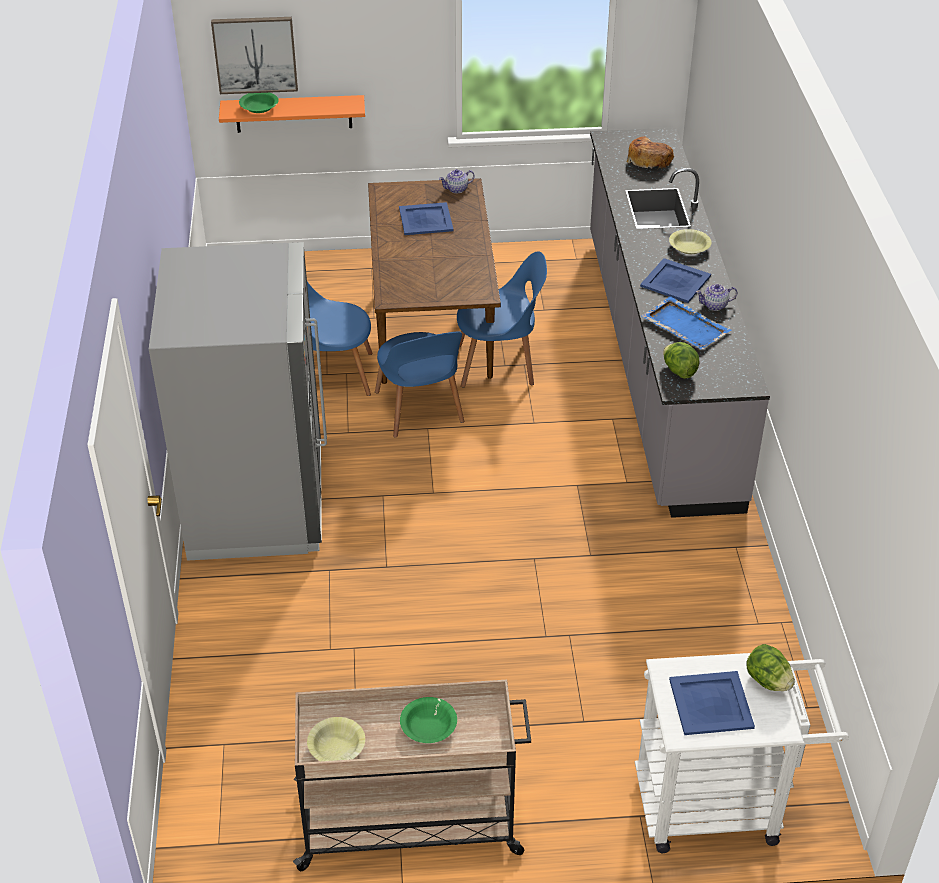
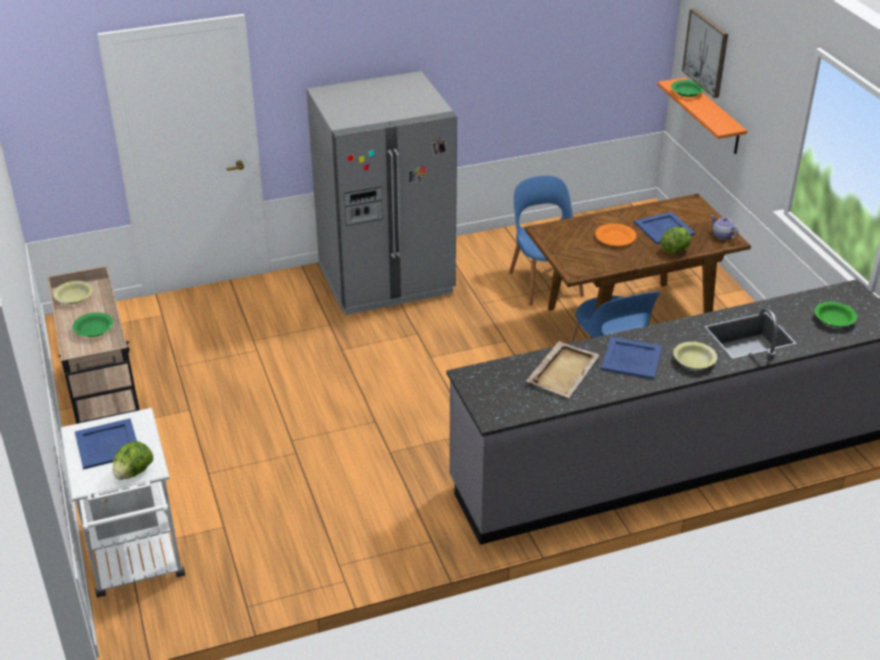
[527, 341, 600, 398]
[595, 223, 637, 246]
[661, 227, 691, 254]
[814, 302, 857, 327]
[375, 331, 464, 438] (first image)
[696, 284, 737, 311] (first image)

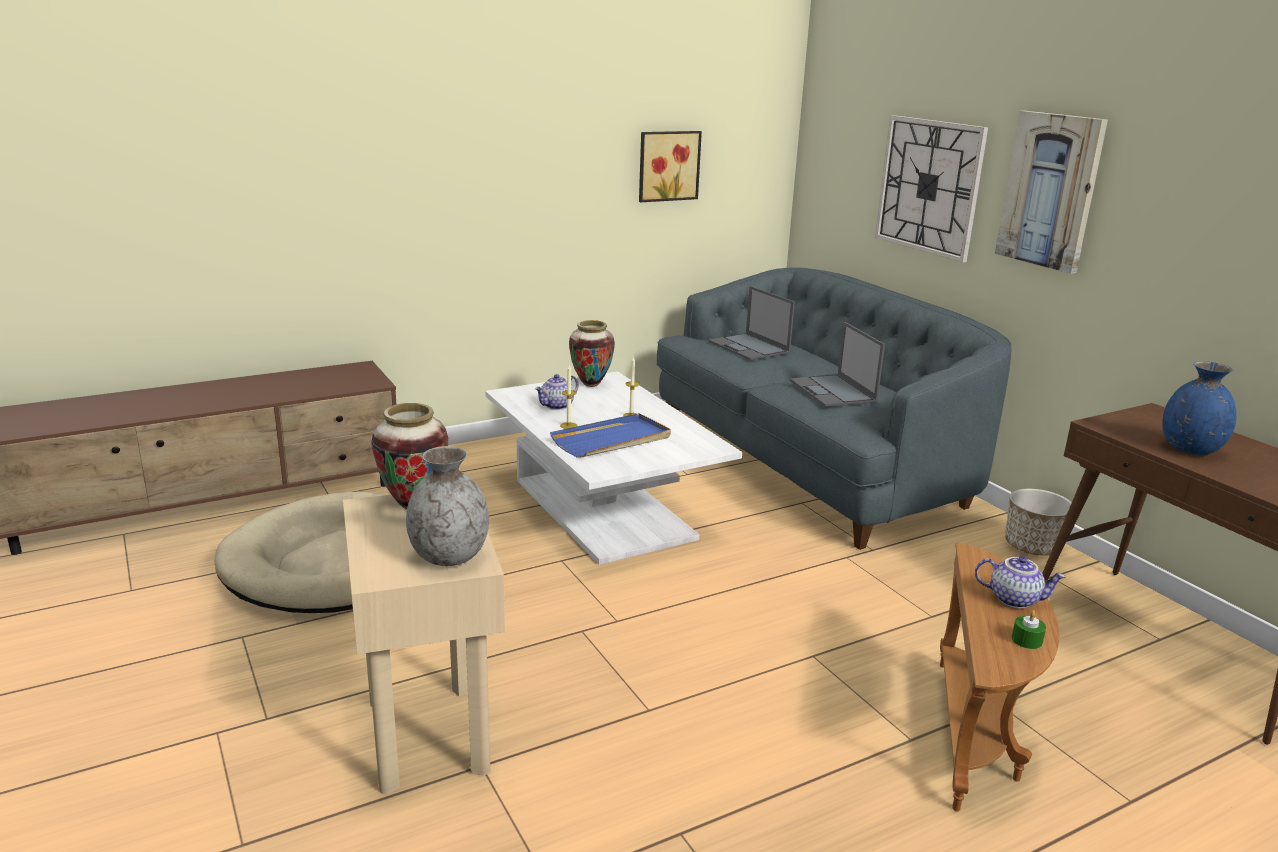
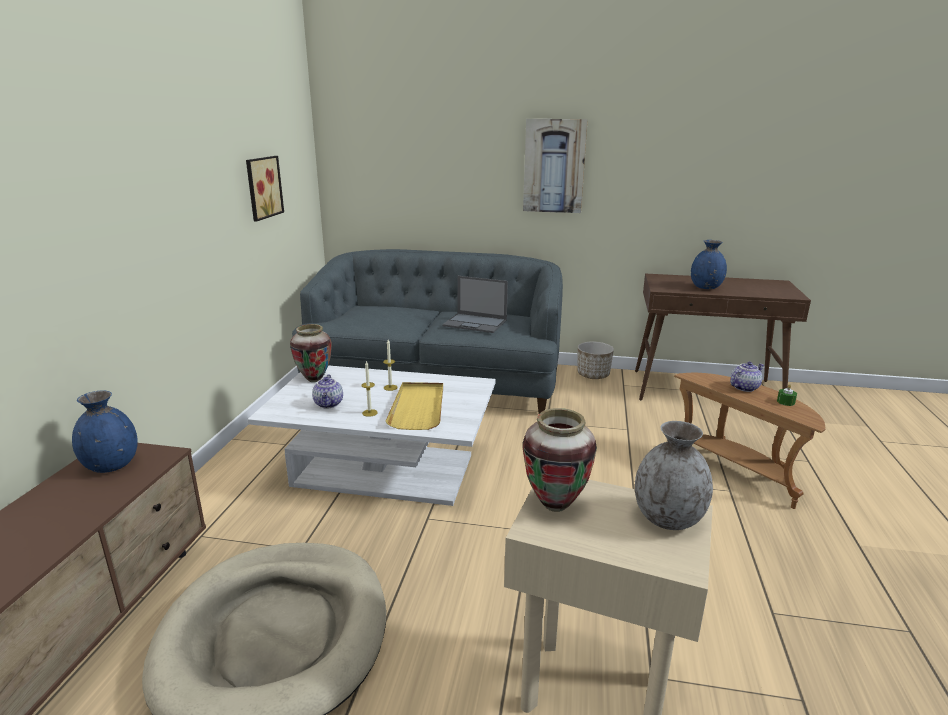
[72, 391, 138, 473]
[386, 382, 443, 430]
[708, 286, 795, 361] (first image)
[875, 115, 988, 262] (first image)

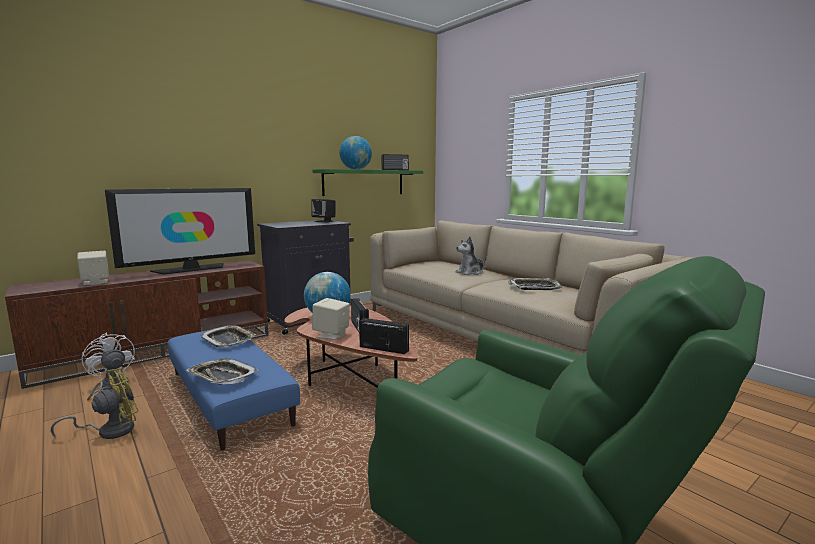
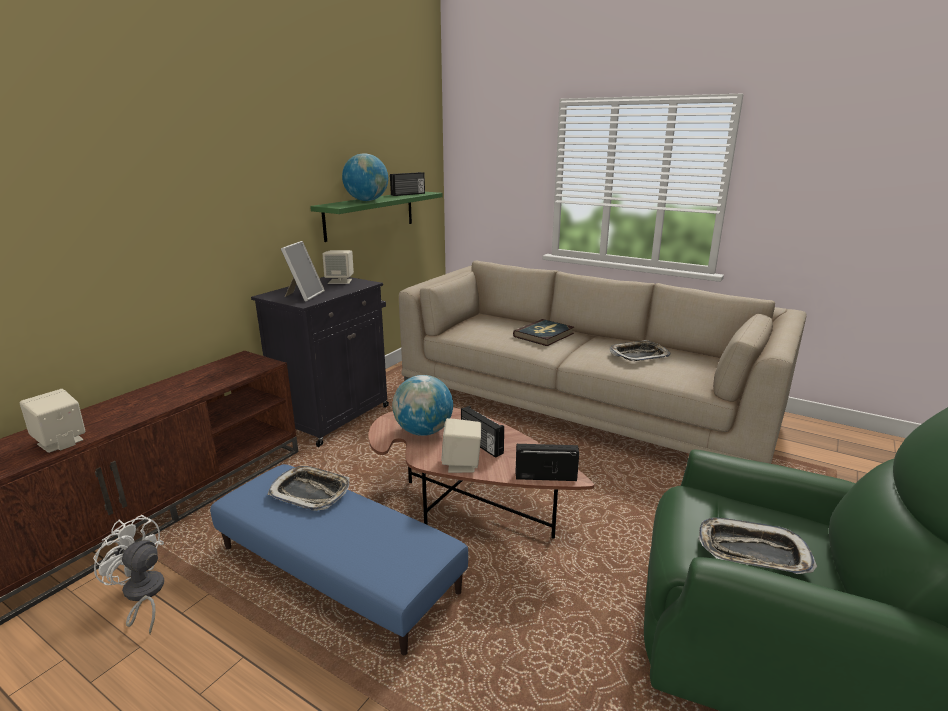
[281, 241, 325, 301]
[323, 250, 354, 284]
[513, 319, 574, 346]
[699, 517, 817, 574]
[51, 368, 139, 439] (first image)
[105, 188, 255, 274] (first image)

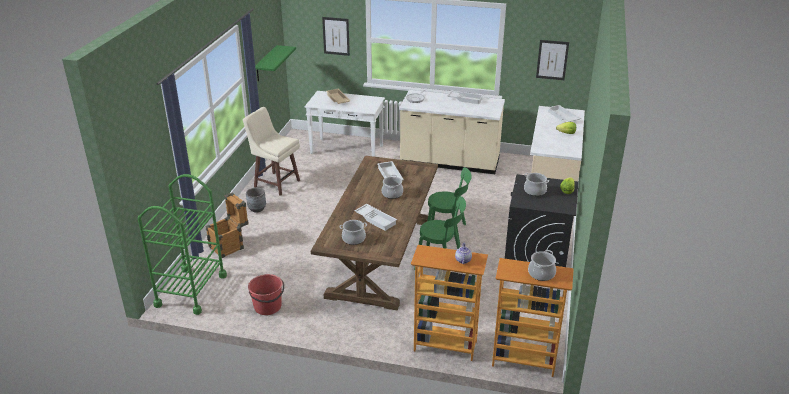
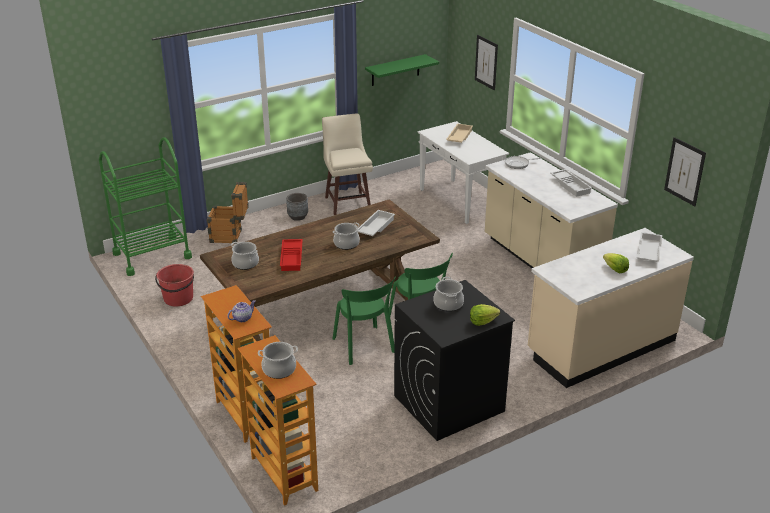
[280, 239, 303, 271]

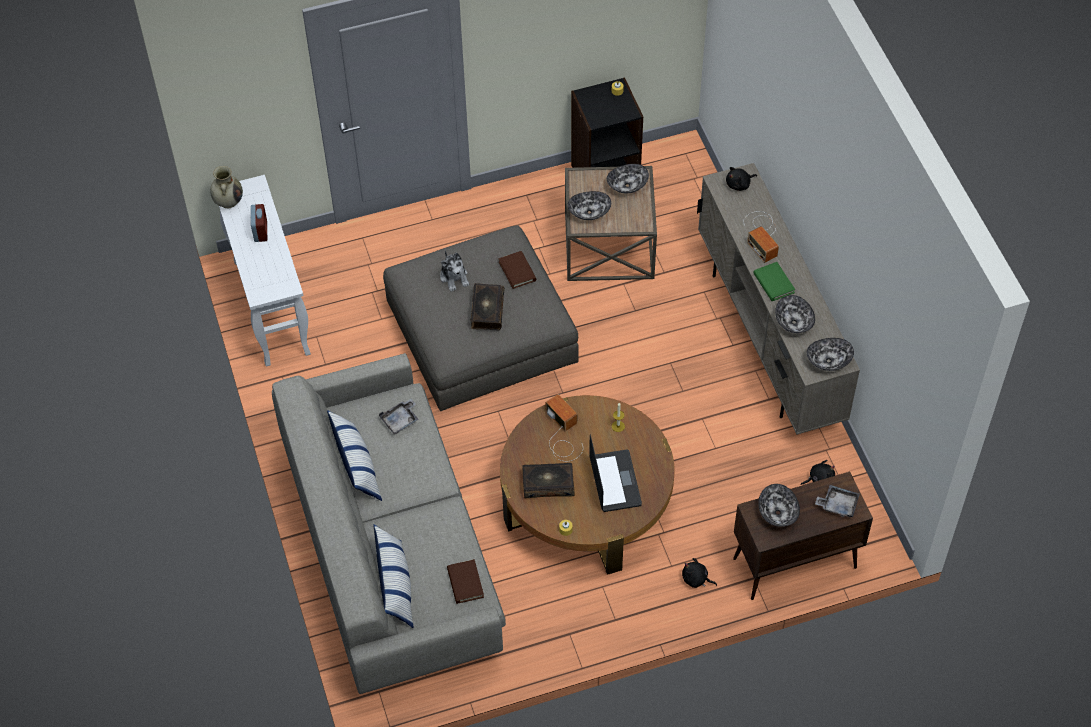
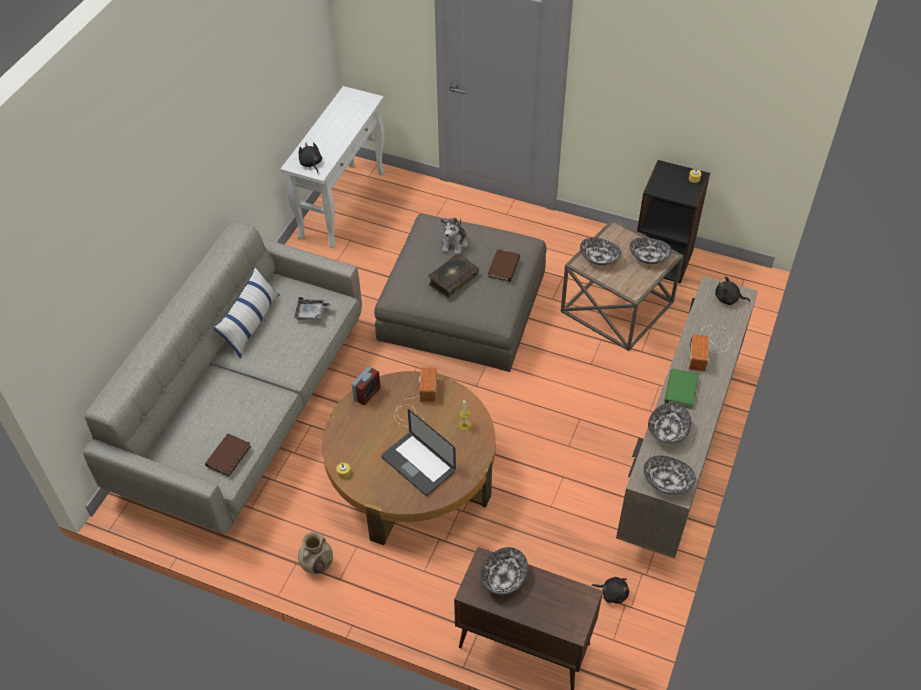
[298, 532, 333, 574]
[299, 142, 322, 173]
[352, 366, 381, 405]
[381, 409, 456, 496]
[373, 524, 414, 628] (first image)
[522, 463, 575, 498] (first image)
[815, 485, 860, 517] (first image)

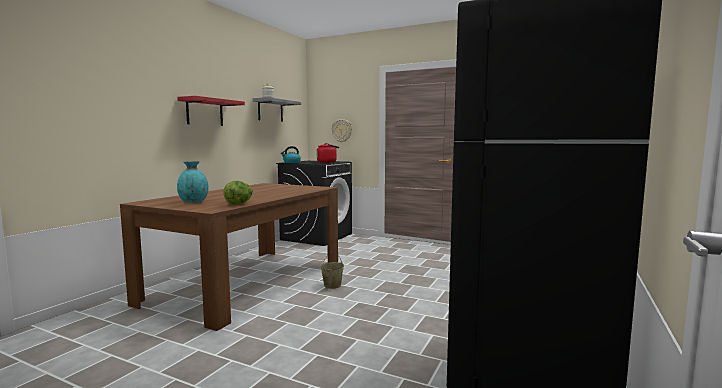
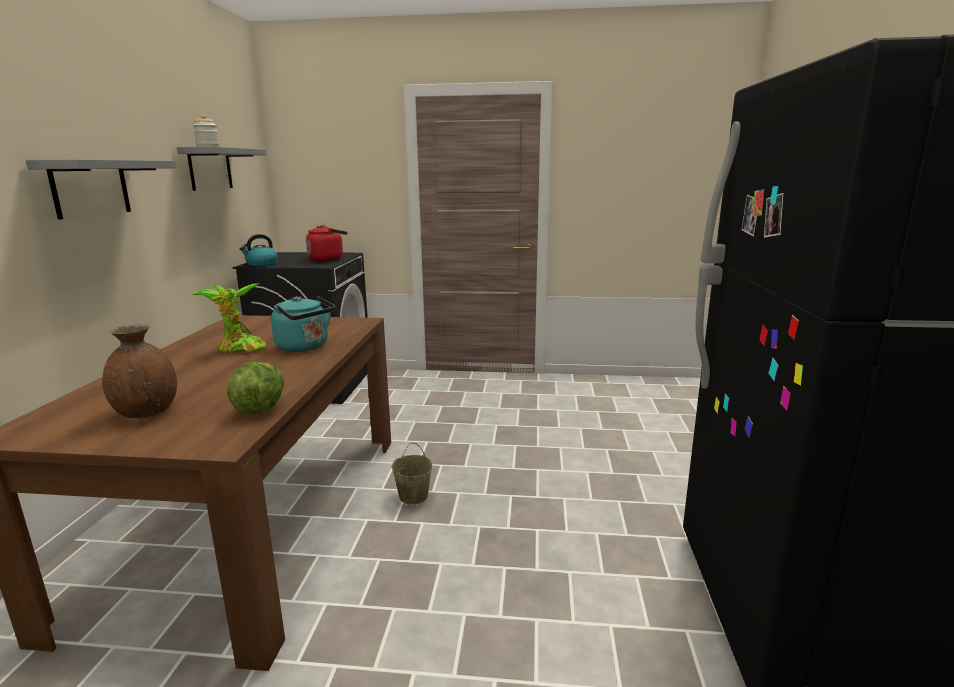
[26, 159, 176, 220]
[102, 324, 177, 418]
[192, 283, 266, 354]
[271, 296, 335, 352]
[332, 119, 352, 142] (first image)

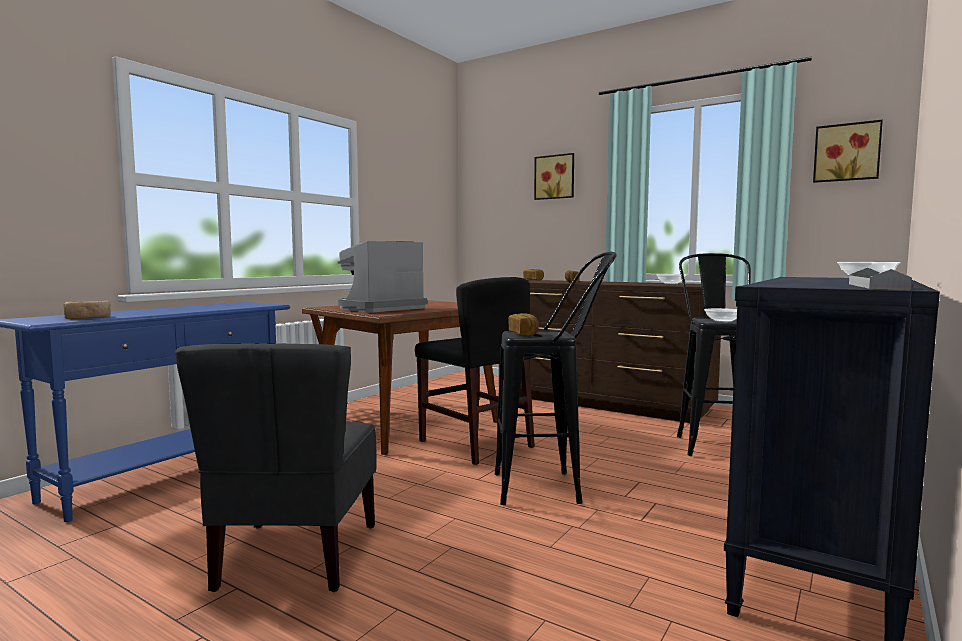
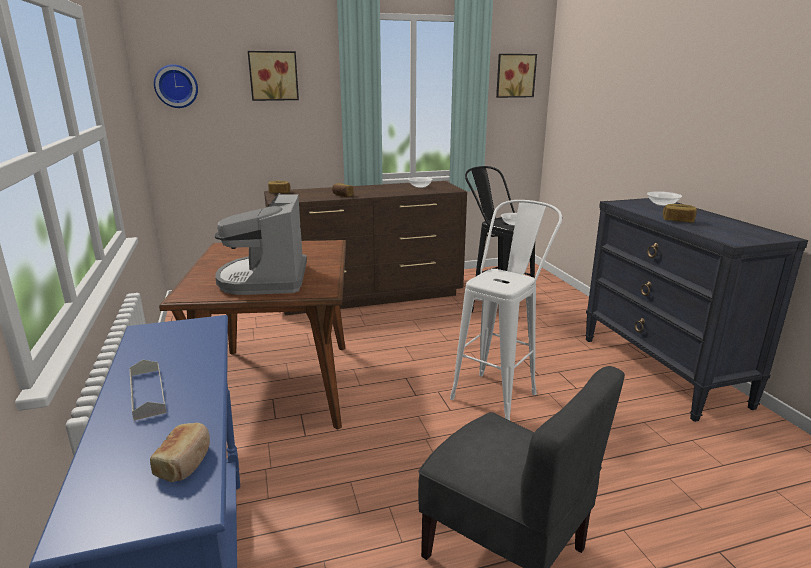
[129, 360, 166, 420]
[154, 64, 198, 108]
[450, 200, 562, 420]
[663, 204, 697, 223]
[415, 277, 535, 465] (first image)

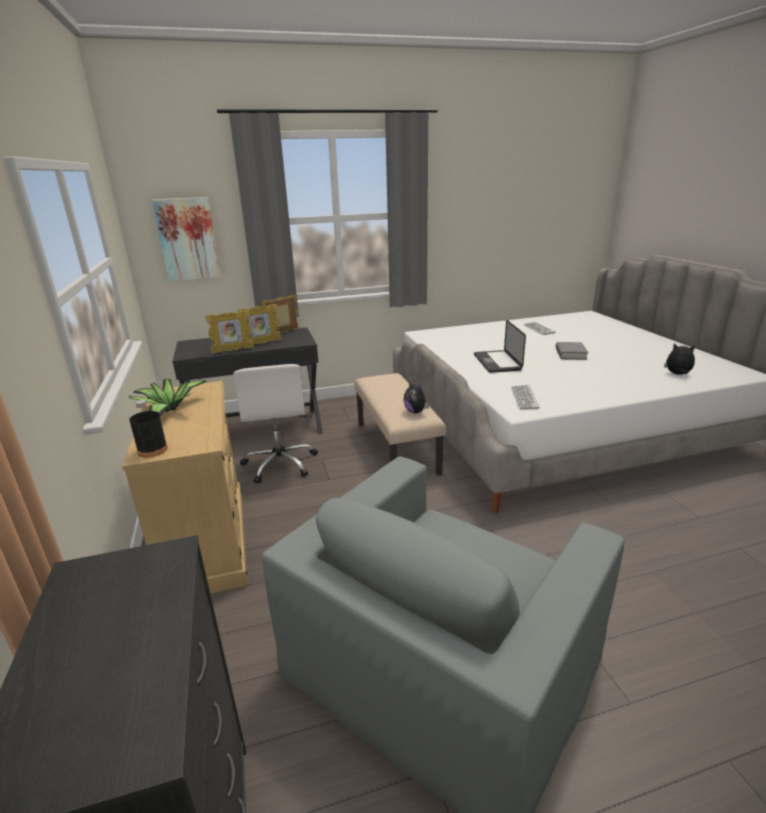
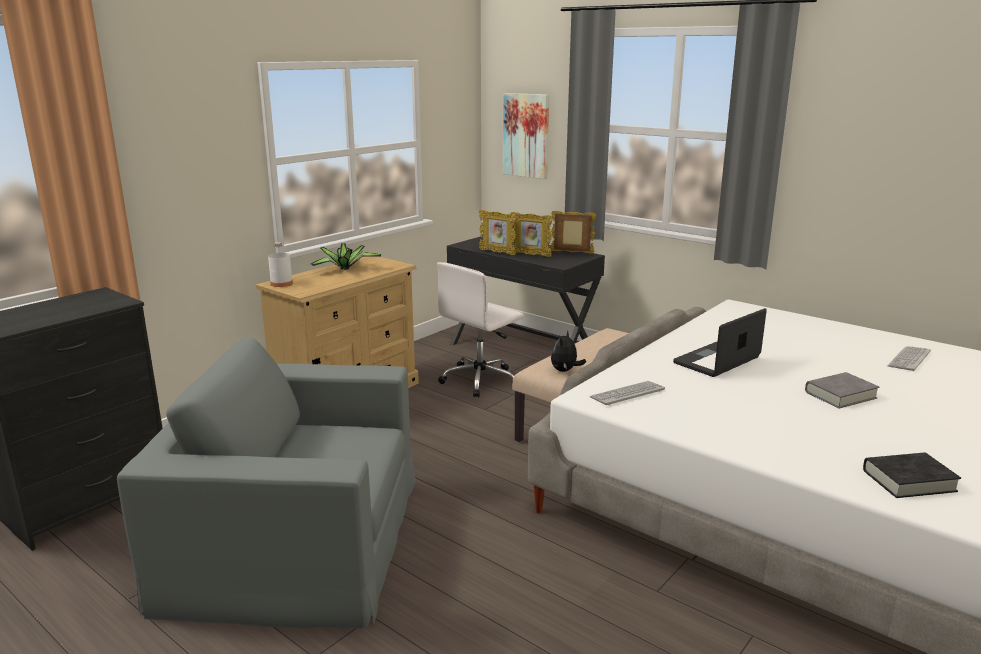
[268, 242, 293, 287]
[863, 453, 961, 498]

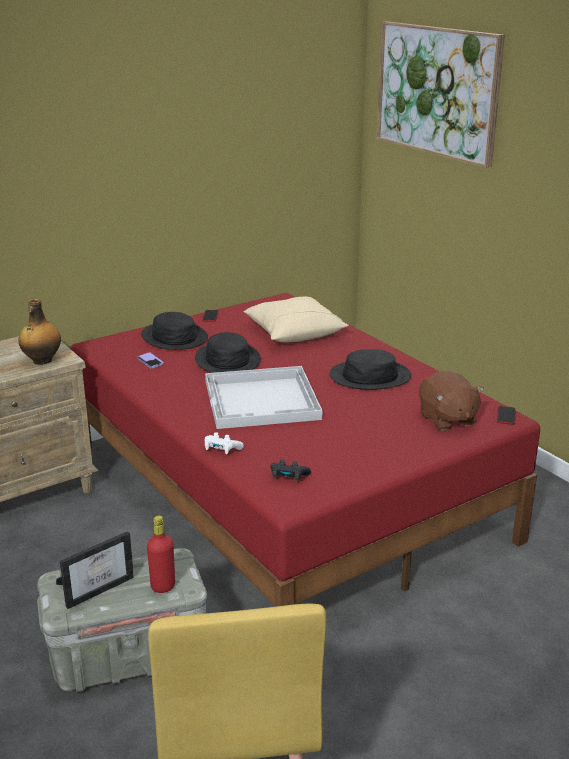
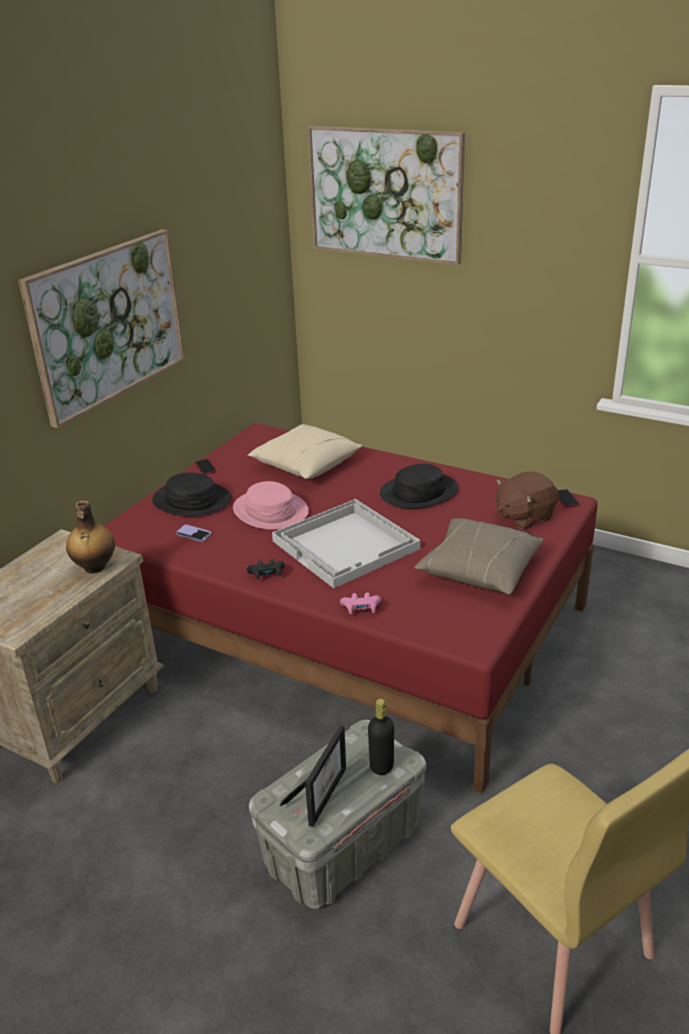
[18, 229, 185, 428]
[233, 481, 309, 530]
[247, 558, 285, 580]
[340, 593, 381, 614]
[368, 699, 394, 775]
[414, 518, 543, 595]
[496, 471, 559, 529]

